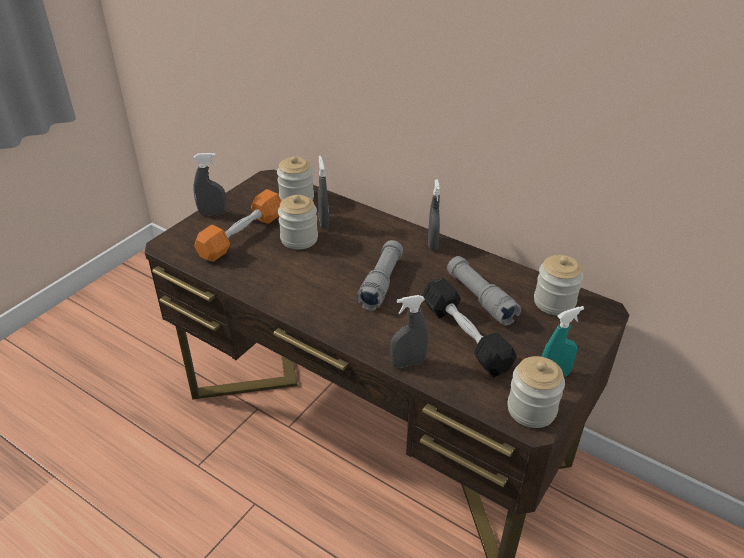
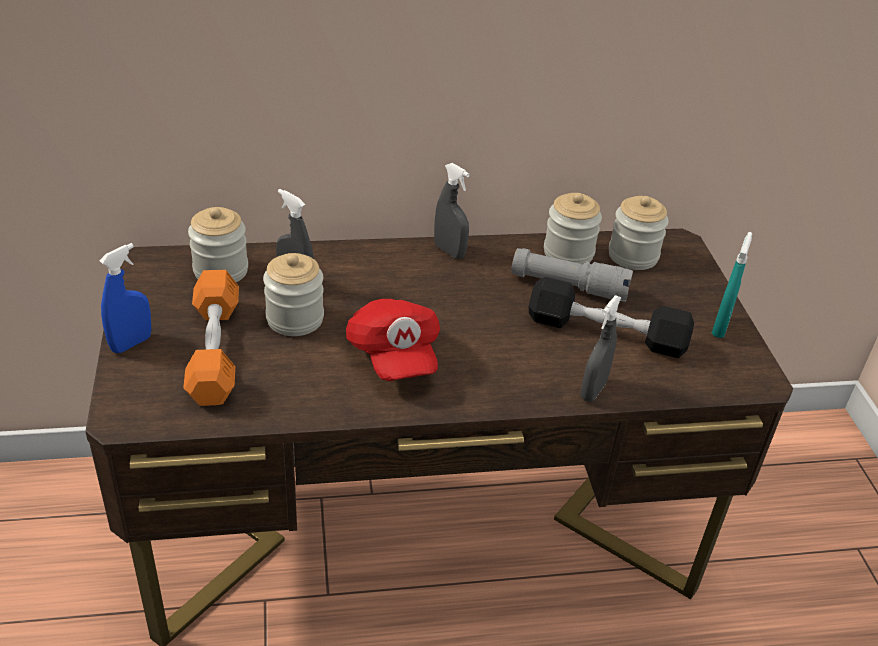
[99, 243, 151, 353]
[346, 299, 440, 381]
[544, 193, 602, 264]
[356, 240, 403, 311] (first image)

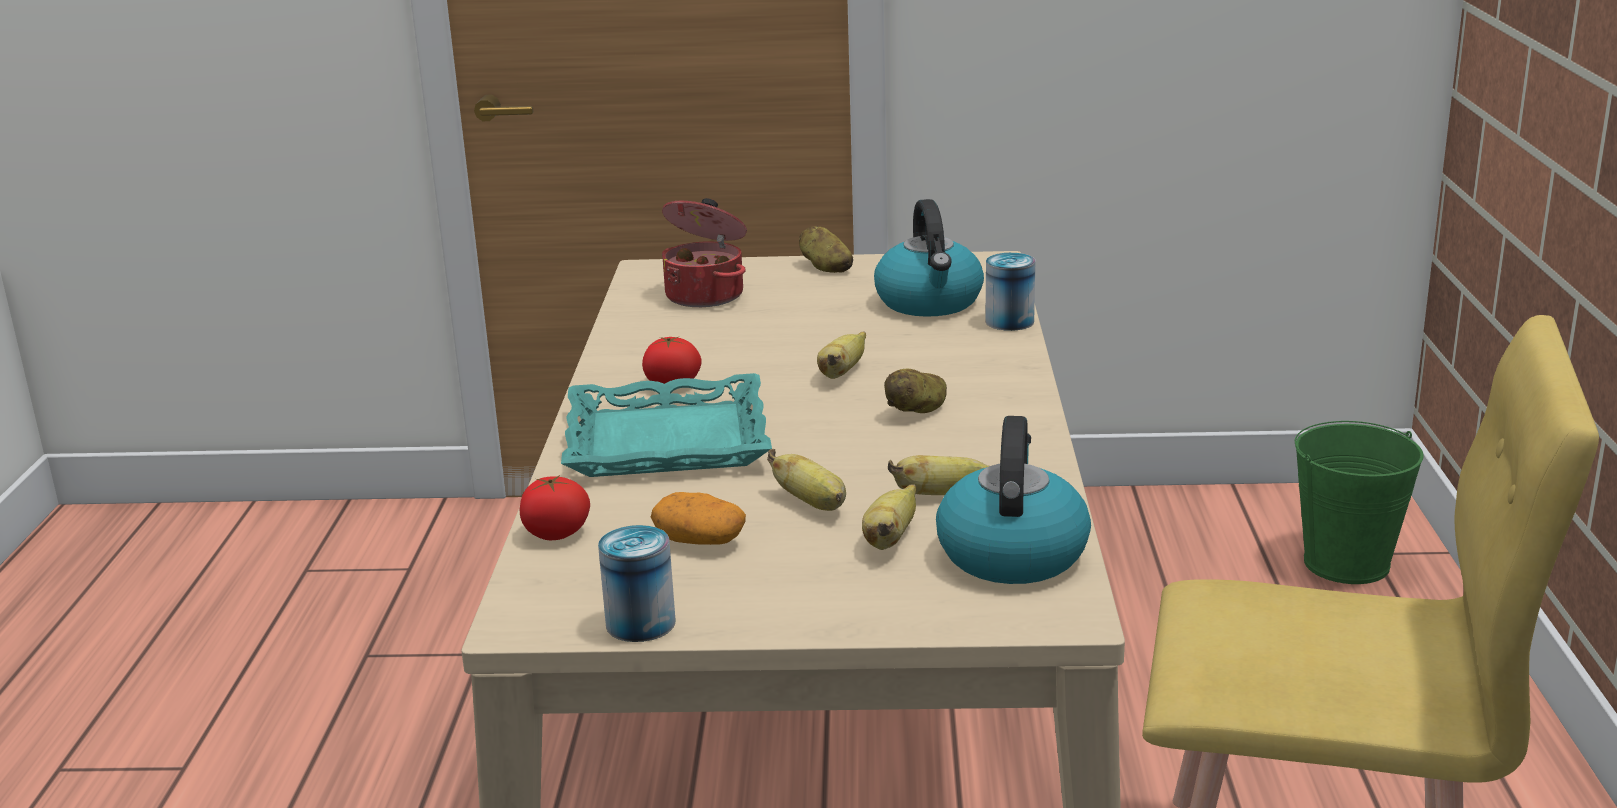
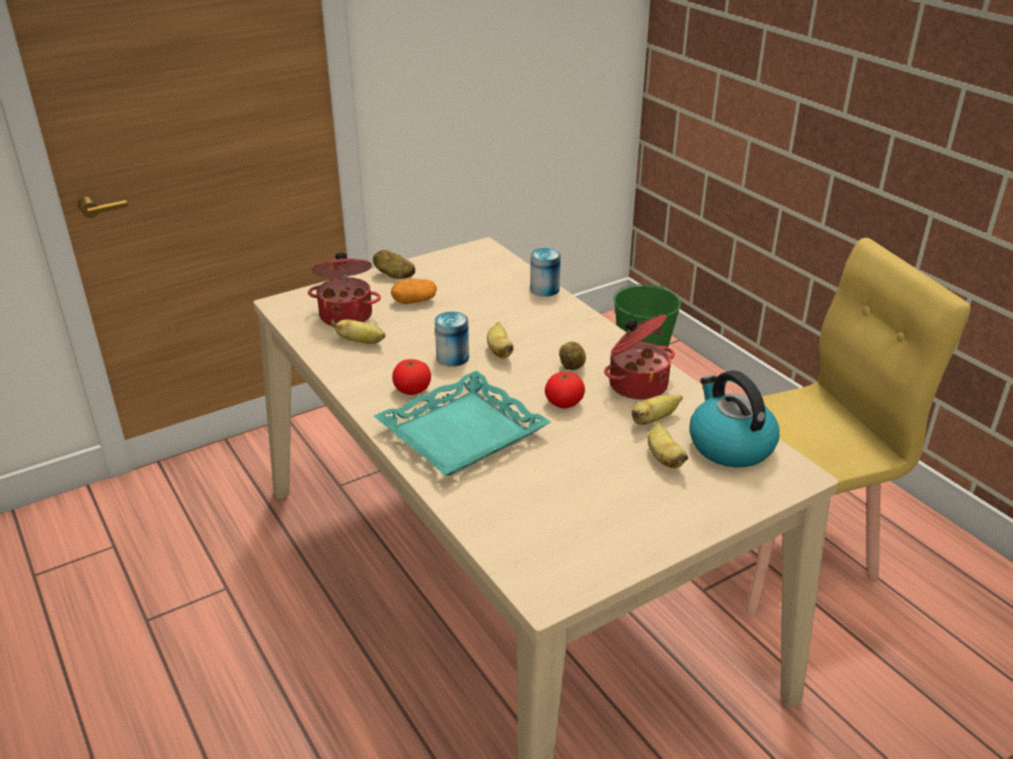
[331, 319, 385, 344]
[391, 278, 437, 304]
[435, 311, 469, 367]
[545, 371, 585, 408]
[604, 314, 675, 400]
[874, 199, 984, 317] (first image)

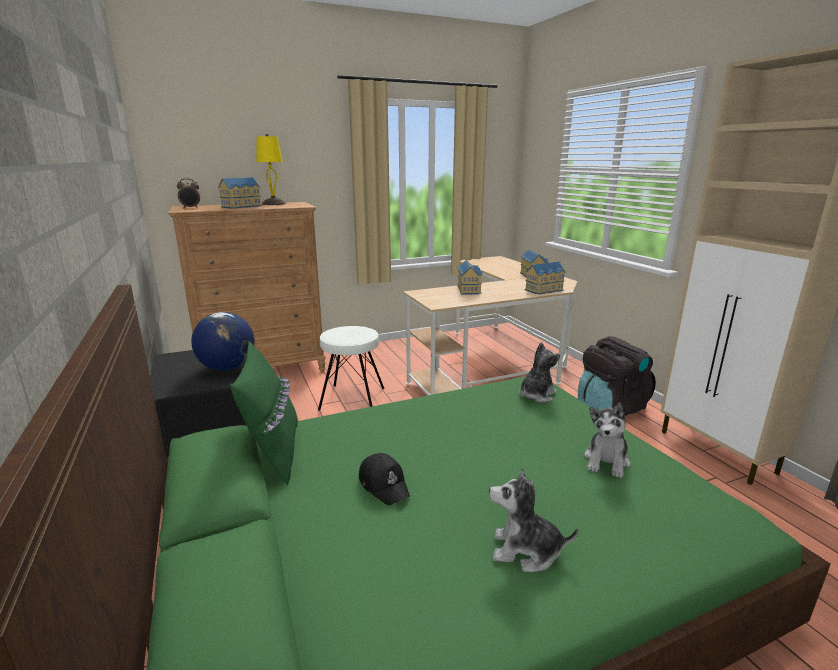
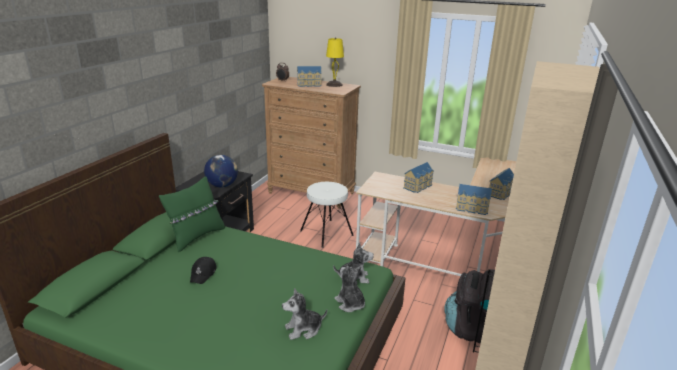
[334, 266, 365, 312]

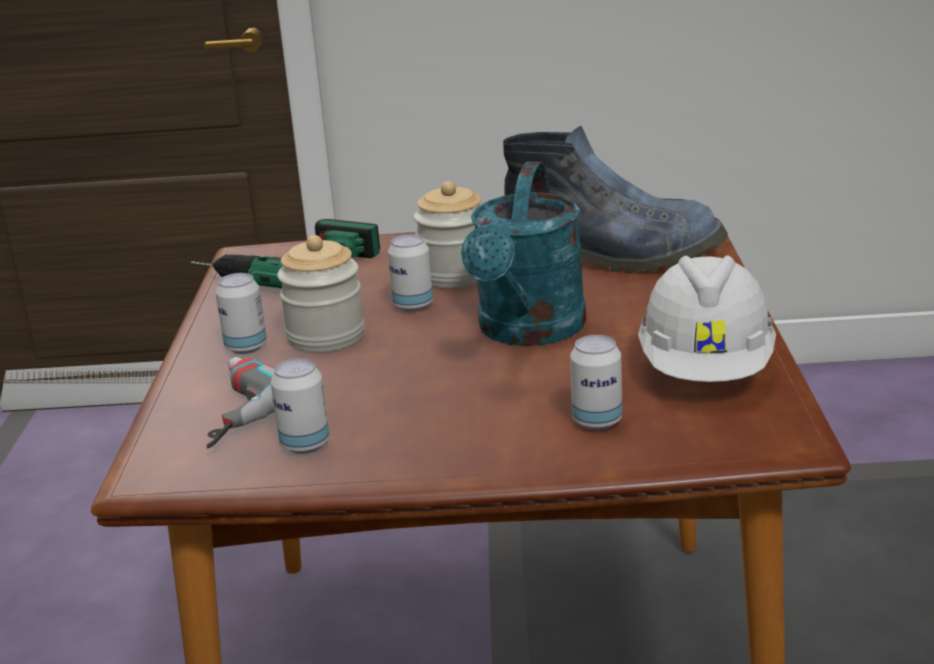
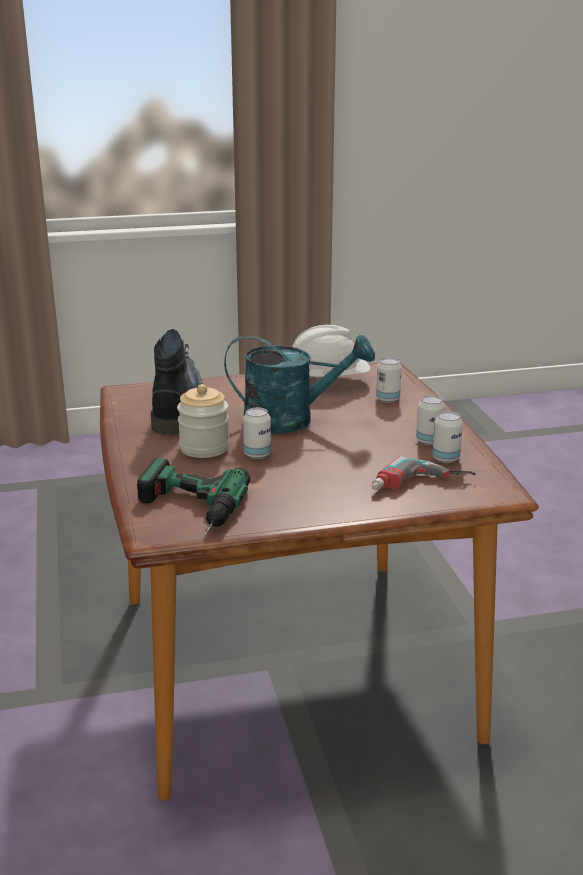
[416, 395, 445, 445]
[277, 235, 365, 352] (first image)

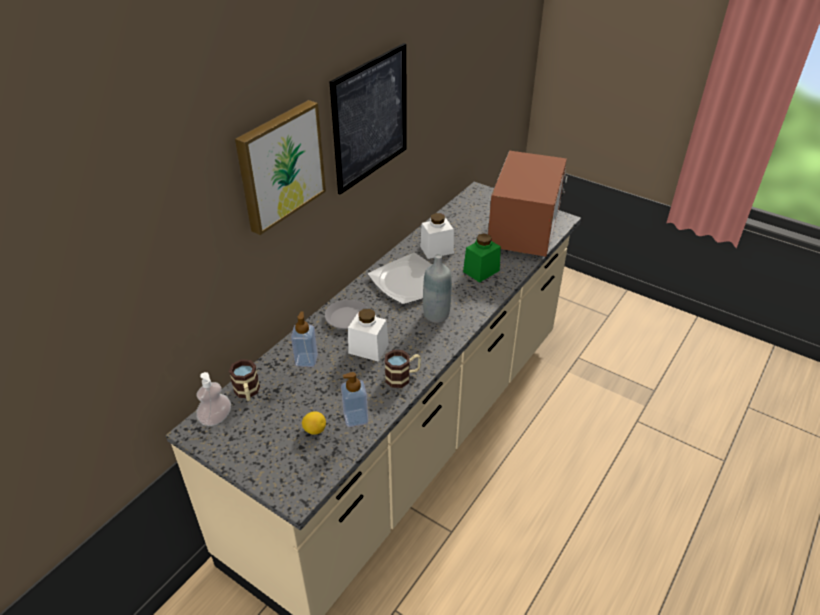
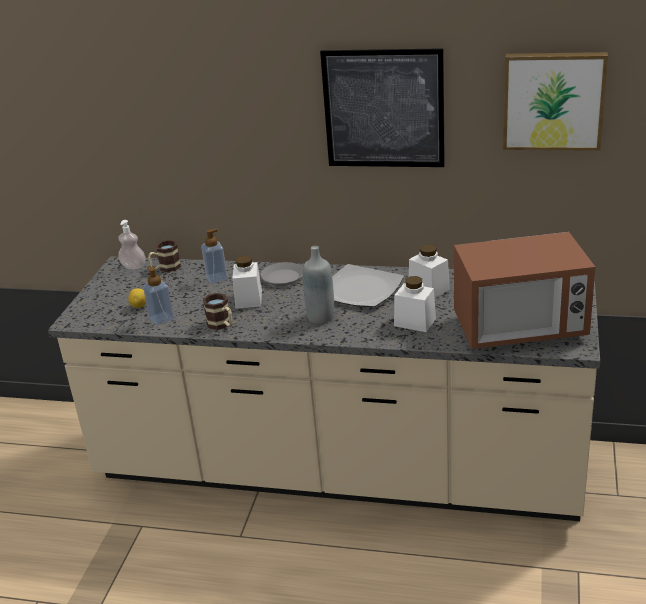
[394, 276, 436, 332]
[503, 52, 608, 151]

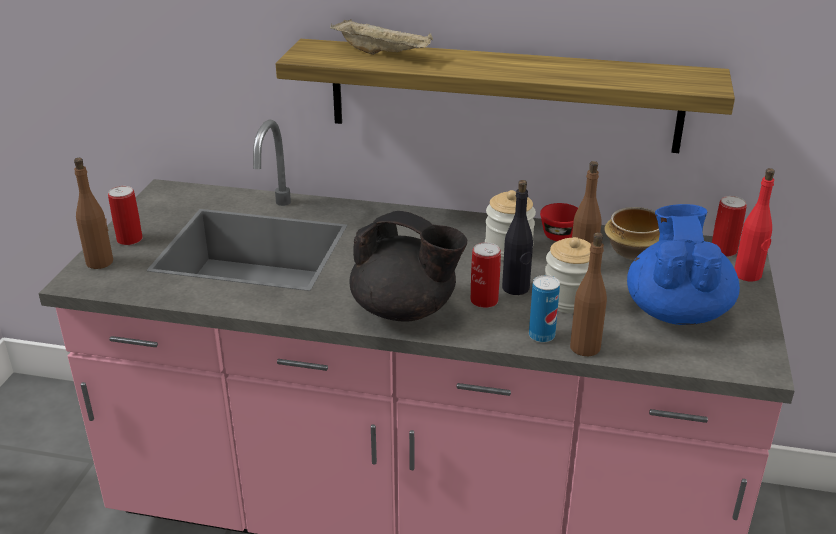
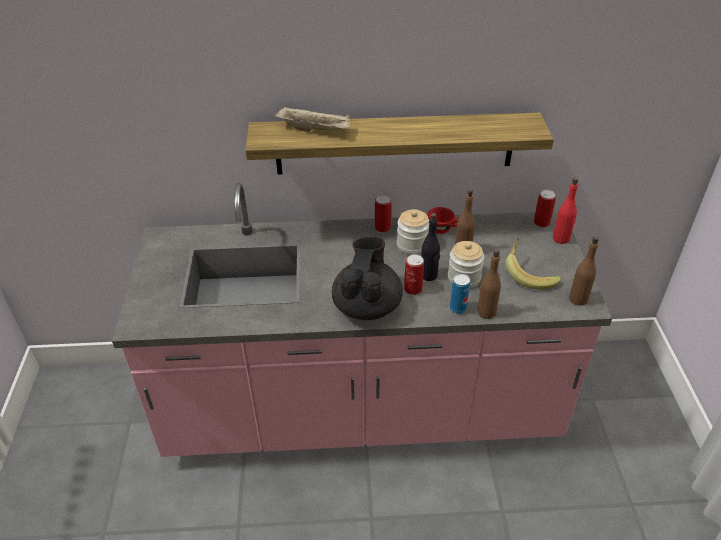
[332, 237, 403, 320]
[375, 195, 392, 232]
[505, 238, 561, 290]
[569, 236, 599, 306]
[604, 207, 660, 260] (first image)

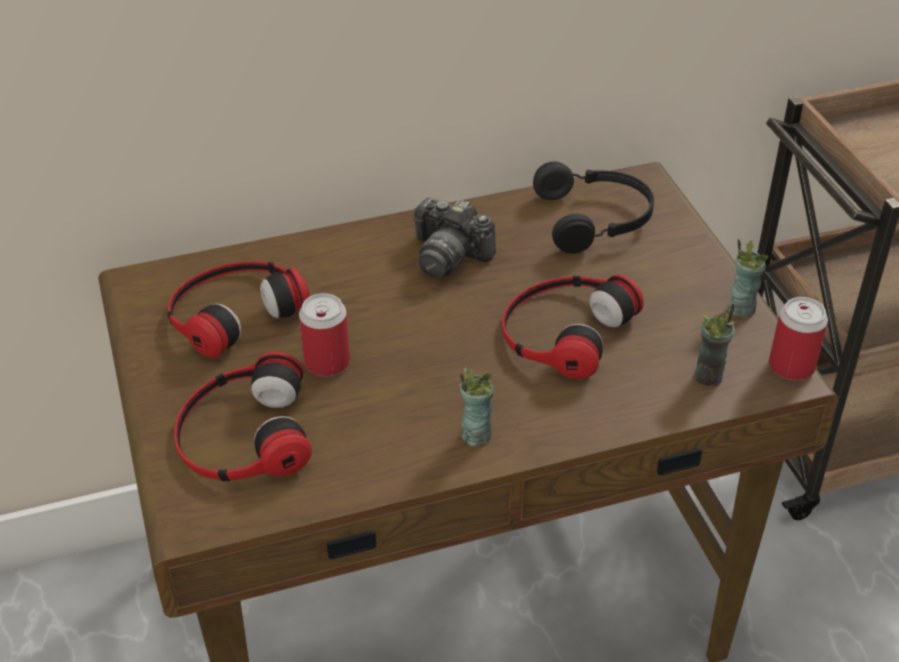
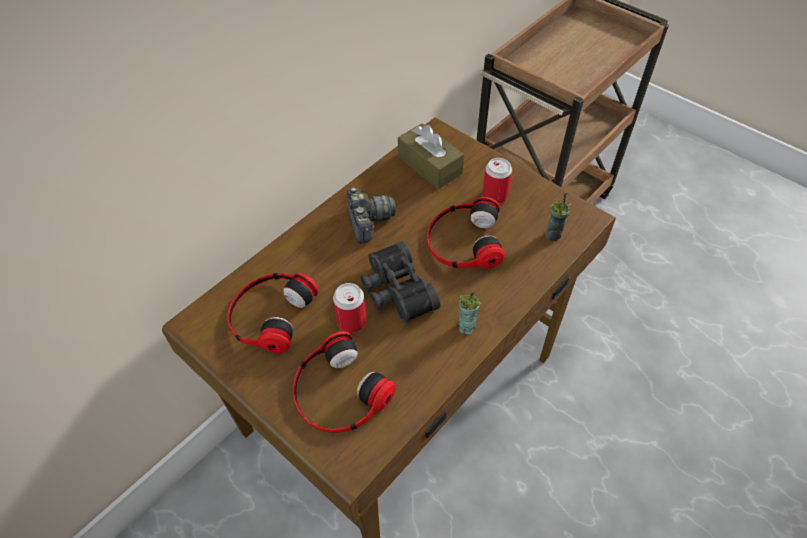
[347, 187, 396, 244]
[360, 241, 441, 323]
[398, 123, 464, 189]
[482, 158, 512, 204]
[728, 239, 768, 318] (first image)

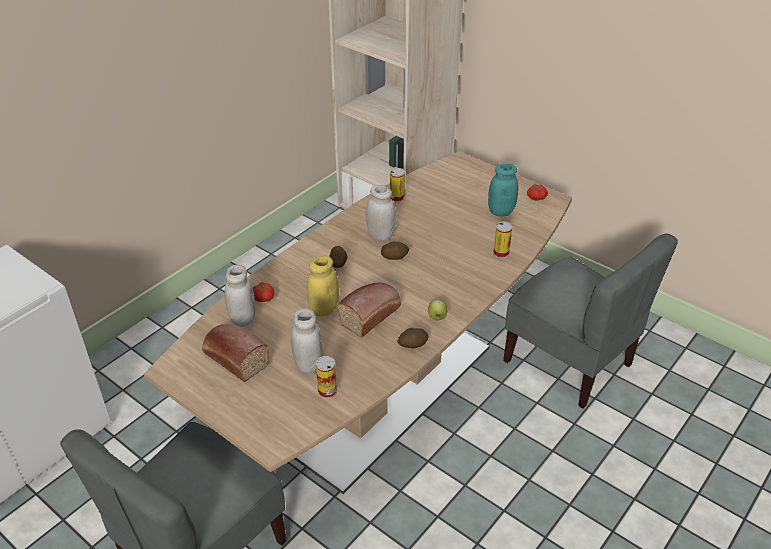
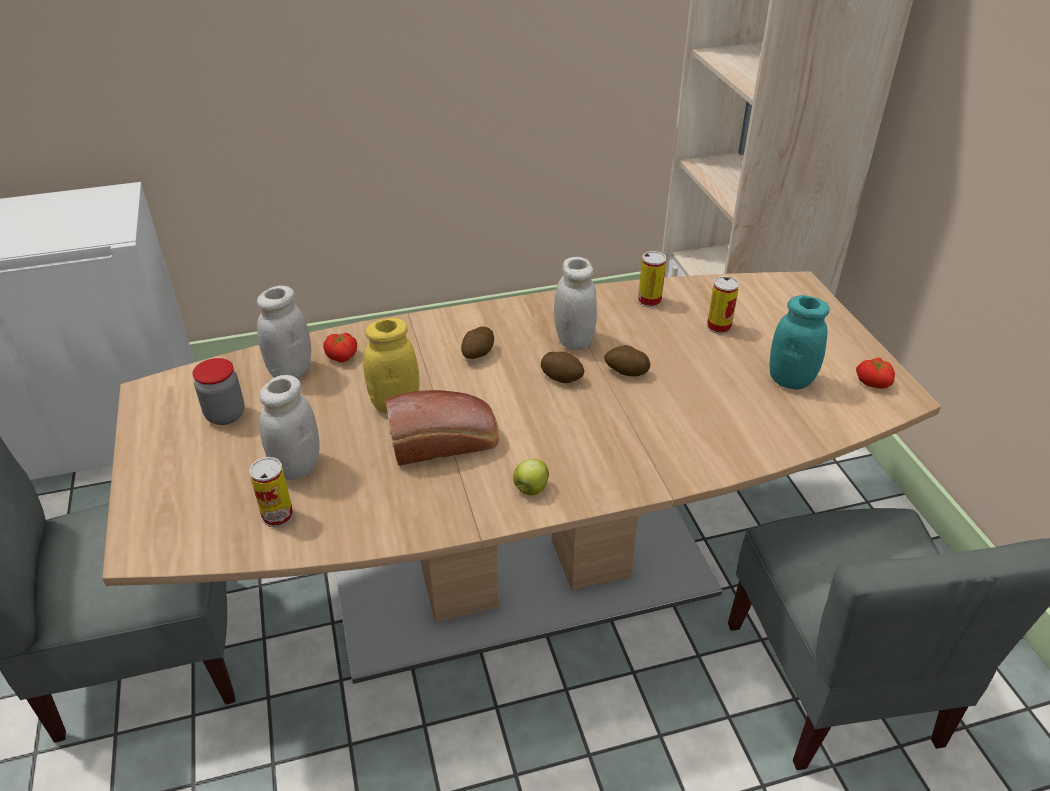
[193, 358, 245, 425]
[604, 345, 650, 376]
[707, 276, 739, 334]

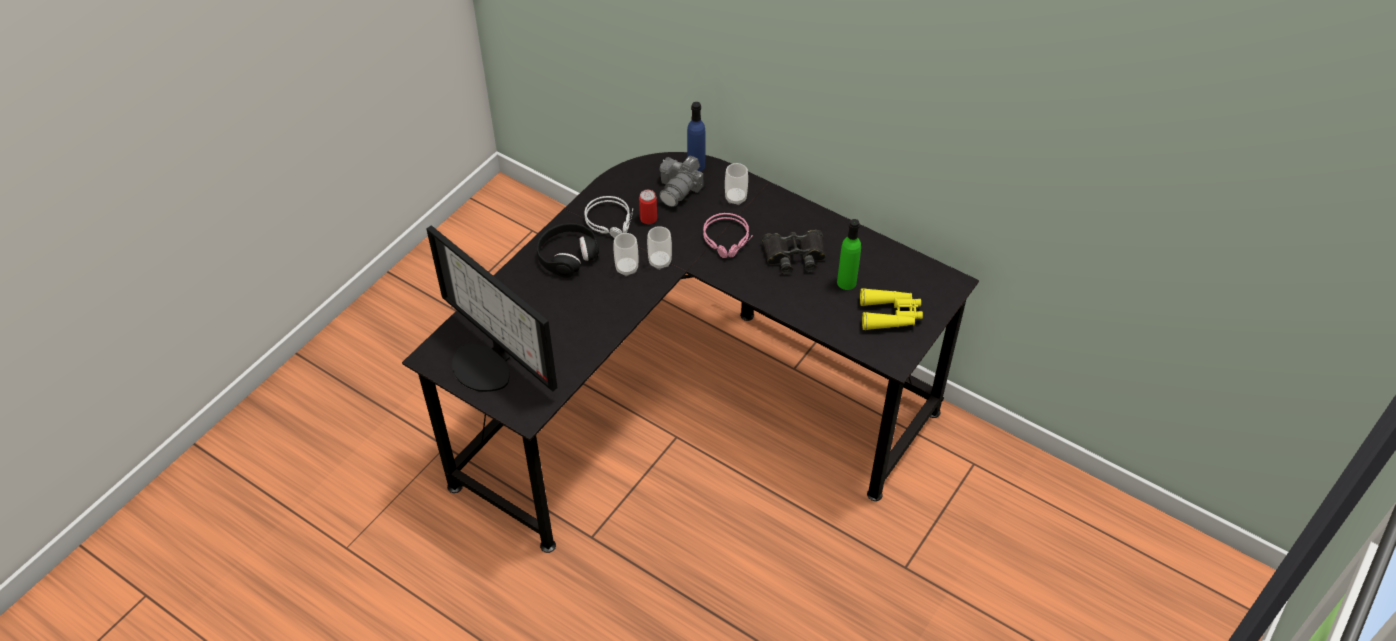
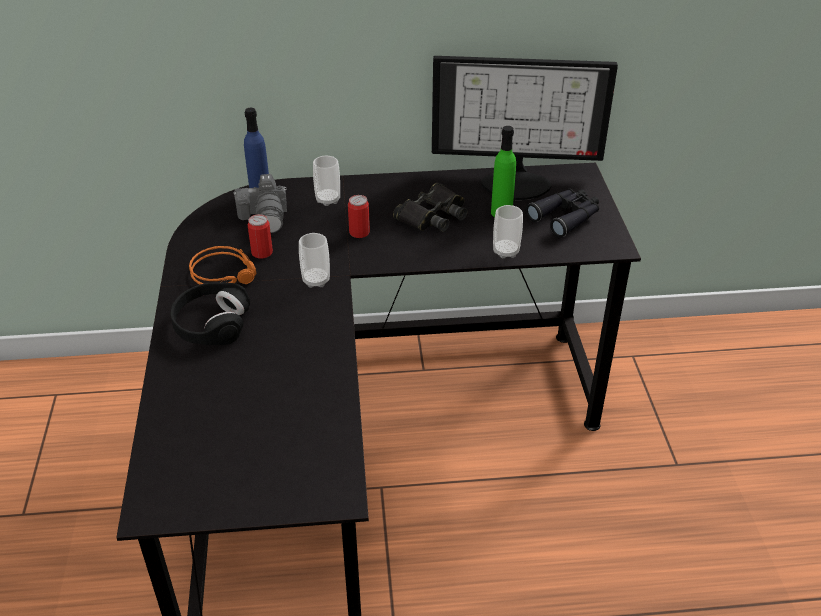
[189, 246, 256, 284]
[348, 195, 370, 238]
[432, 56, 618, 200]
[493, 205, 523, 258]
[526, 189, 599, 238]

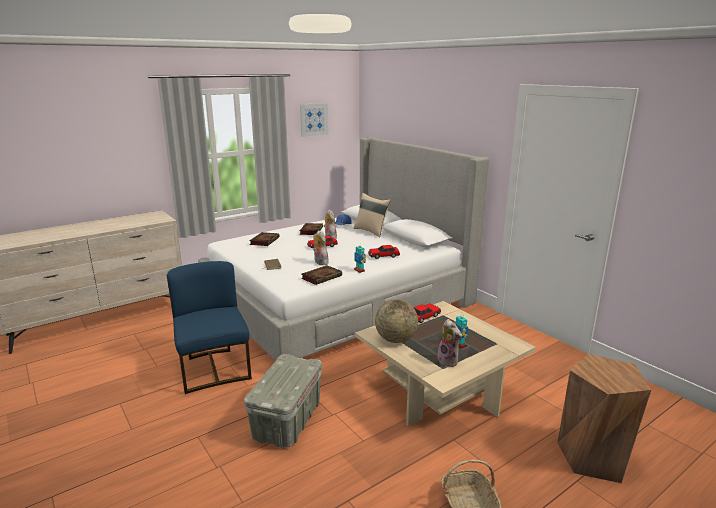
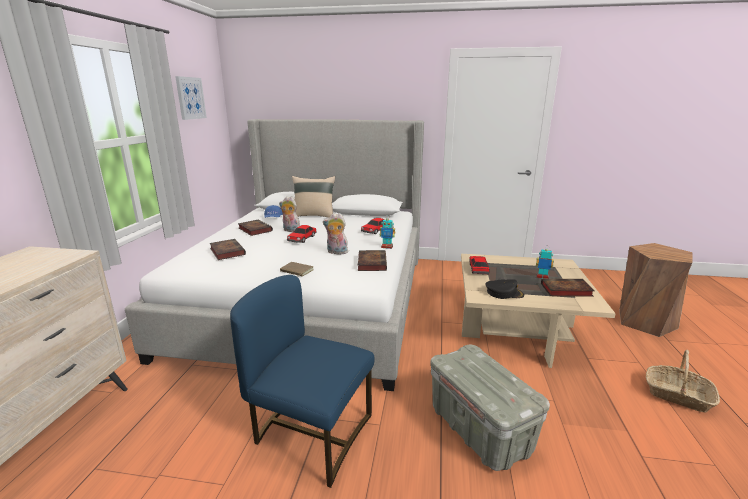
[485, 279, 524, 299]
[541, 279, 594, 297]

